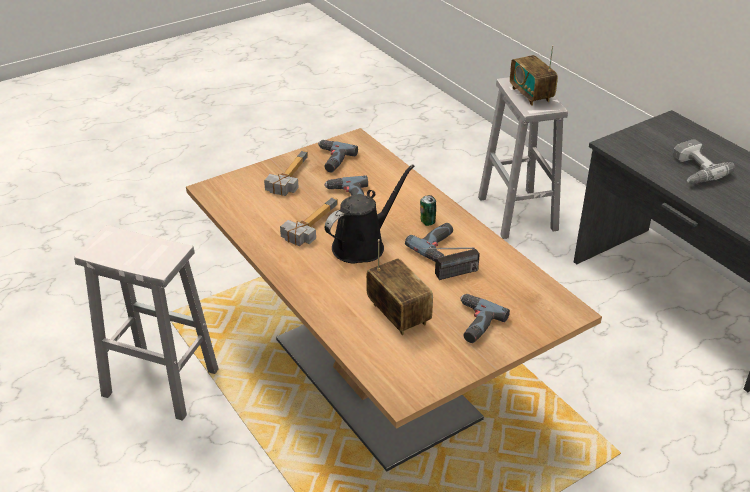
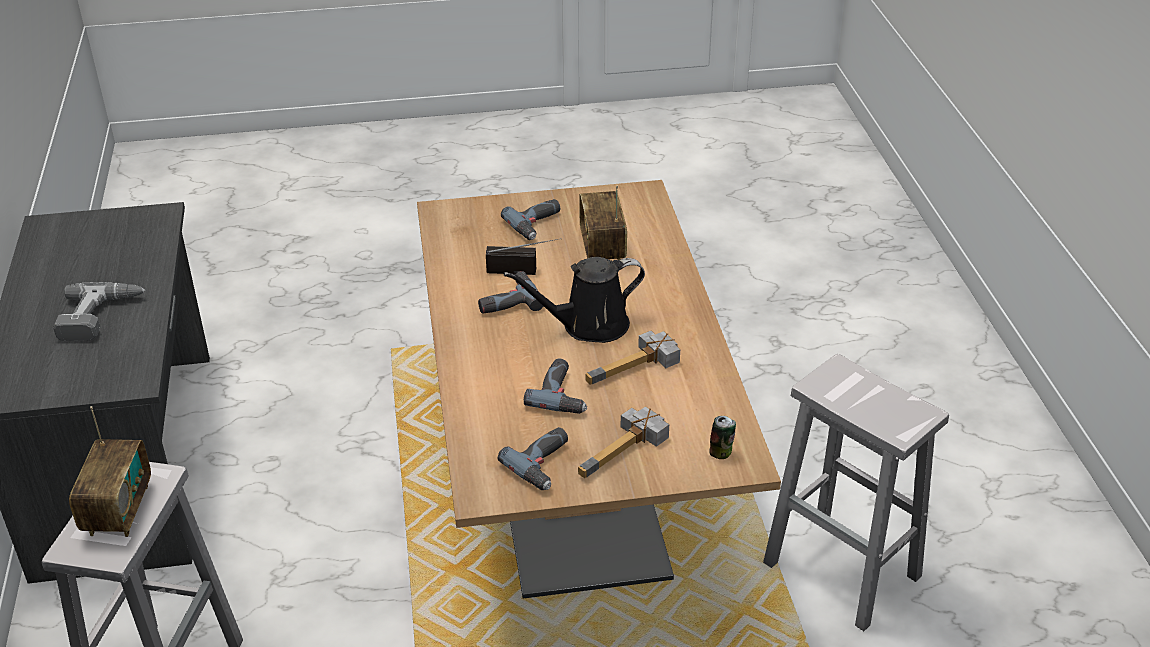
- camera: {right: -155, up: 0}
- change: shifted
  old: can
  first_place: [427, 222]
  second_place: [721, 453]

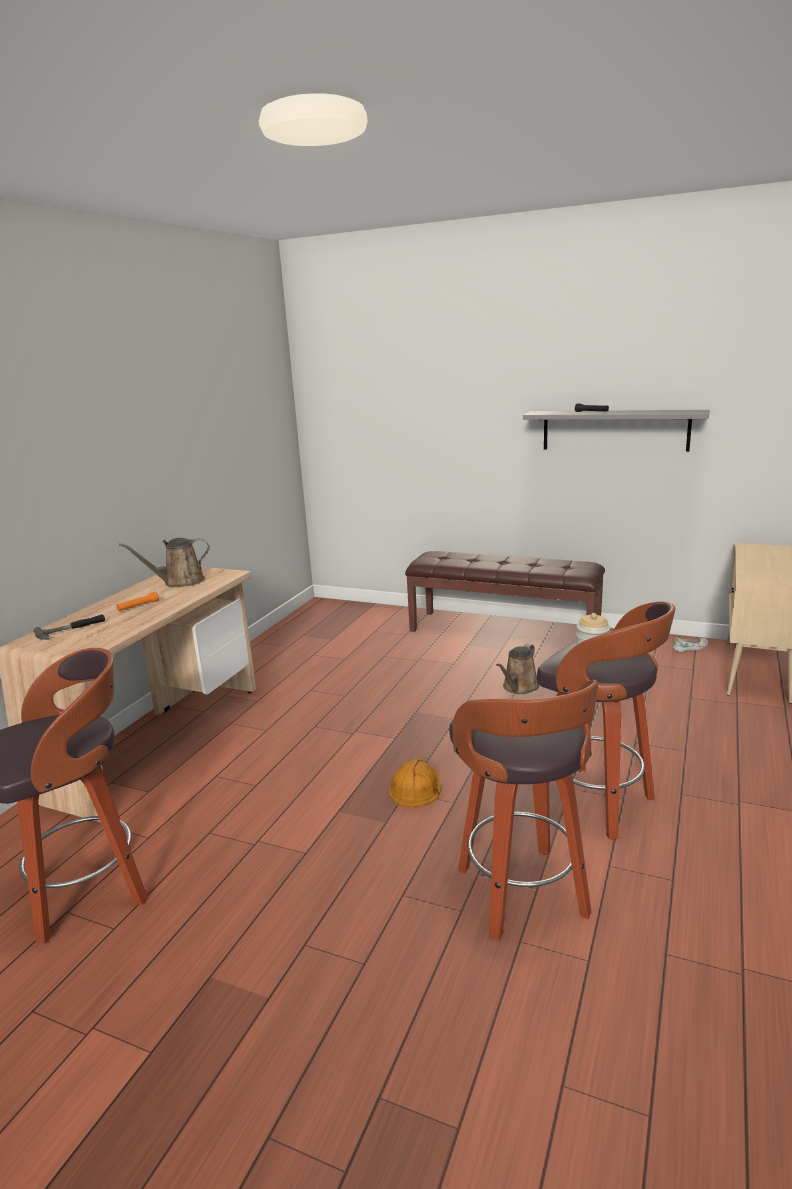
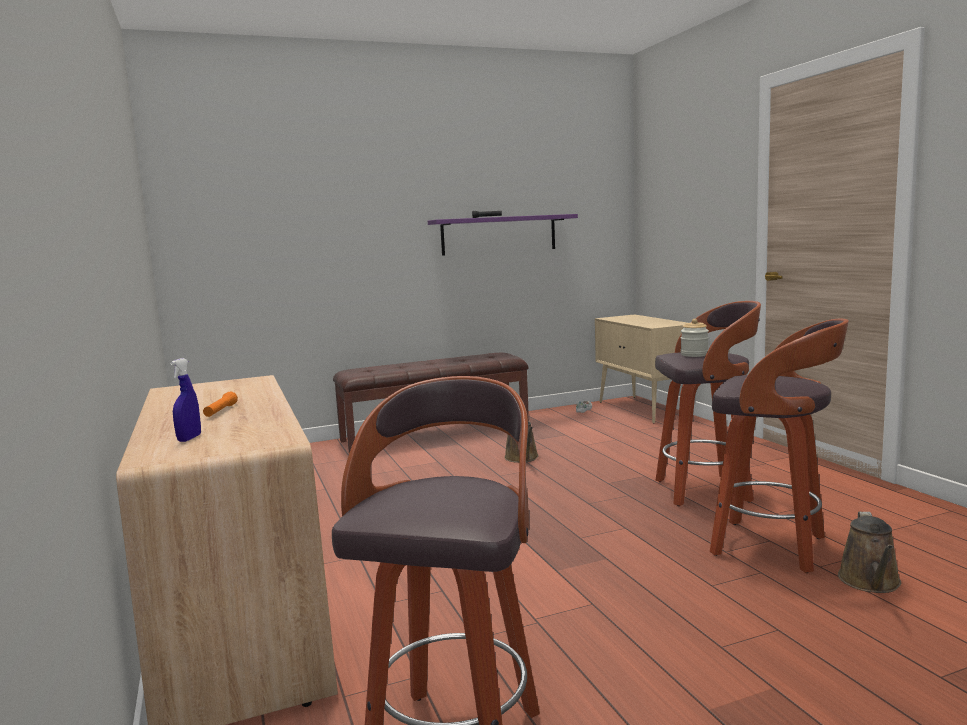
- camera: {right: -45, up: -10}
- change: swapped
  old: hammer
  new: spray bottle in blue
  first_place: [71, 630]
  second_place: [189, 438]
- change: repainted
  old: shelf in grey
  new: shelf in purple
  first_place: [614, 430]
  second_place: [499, 235]
- change: shifted
  old: watering can in brown
  first_place: [180, 582]
  second_place: [870, 582]
- change: gone
  old: hard hat in orange
  first_place: [416, 787]

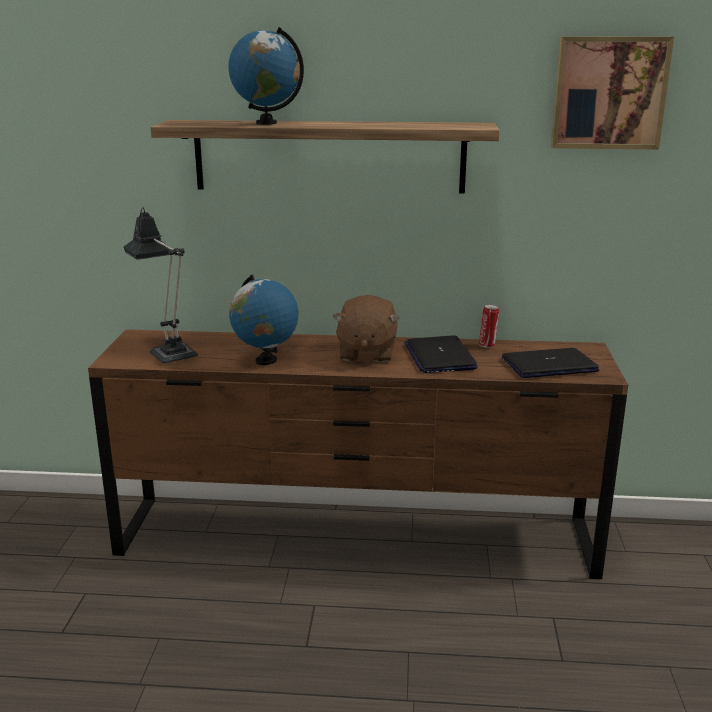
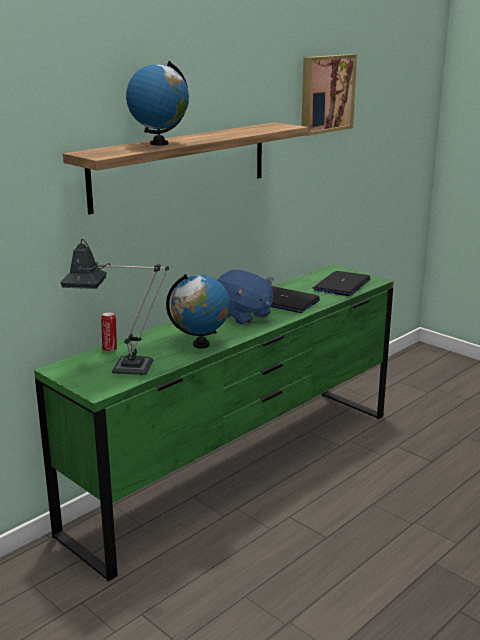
- camera: {right: -50, up: 0}
- change: repainted
  old: dresser in brown
  new: dresser in green
  first_place: [356, 537]
  second_place: [239, 469]
- change: shifted
  old: can
  first_place: [487, 345]
  second_place: [110, 349]
- change: repainted
  old: plush toy in brown
  new: plush toy in blue
  first_place: [366, 353]
  second_place: [242, 315]

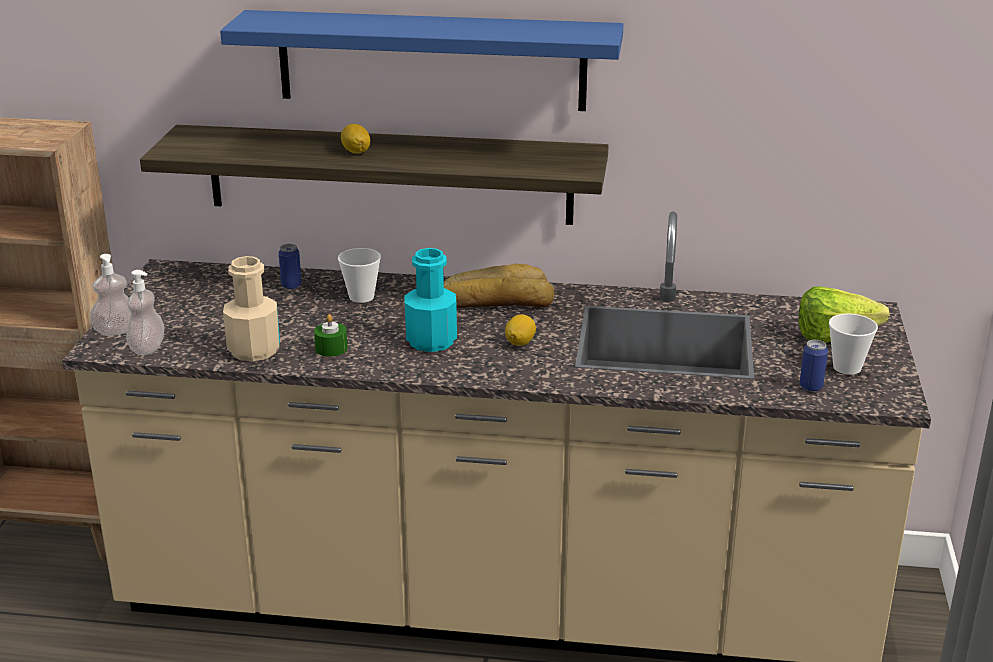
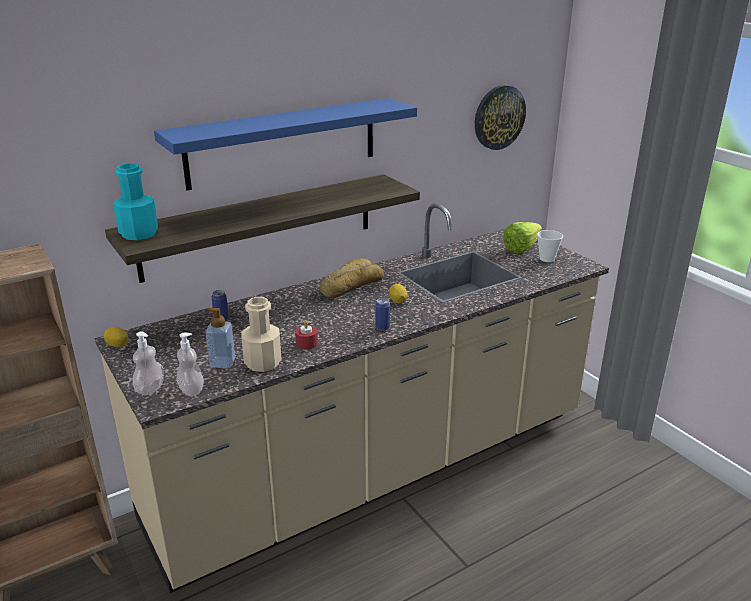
- camera: {right: -40, up: 0}
- change: shifted
  old: lemon
  first_place: [356, 152]
  second_place: [117, 345]
- change: shifted
  old: bottle in turquoise
  first_place: [431, 341]
  second_place: [139, 233]
- change: new
  new: soap dispenser
  second_place: [222, 362]
- change: repainted
  old: candle in green
  new: candle in red
  first_place: [331, 348]
  second_place: [306, 343]
- change: shifted
  old: can
  first_place: [811, 387]
  second_place: [382, 327]
- change: new
  new: wall clock
  second_place: [499, 117]
- change: gone
  old: cup
  first_place: [361, 297]

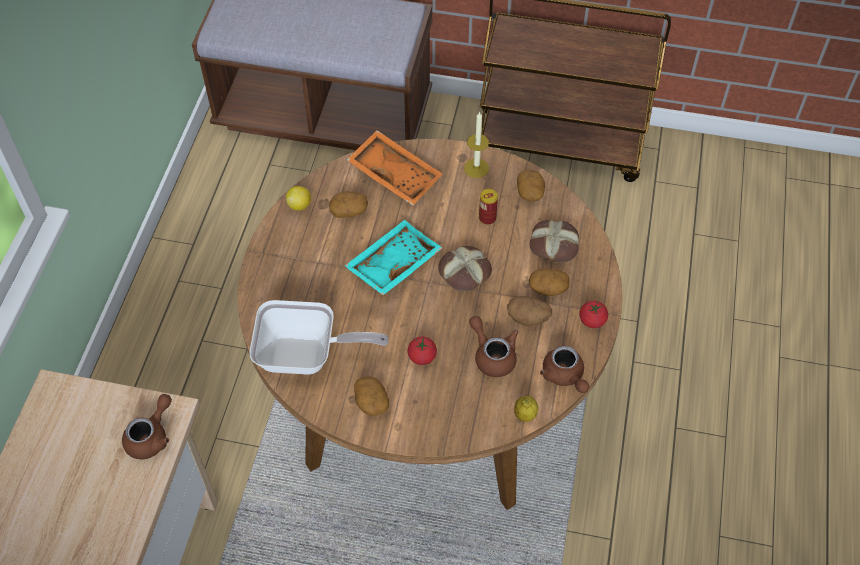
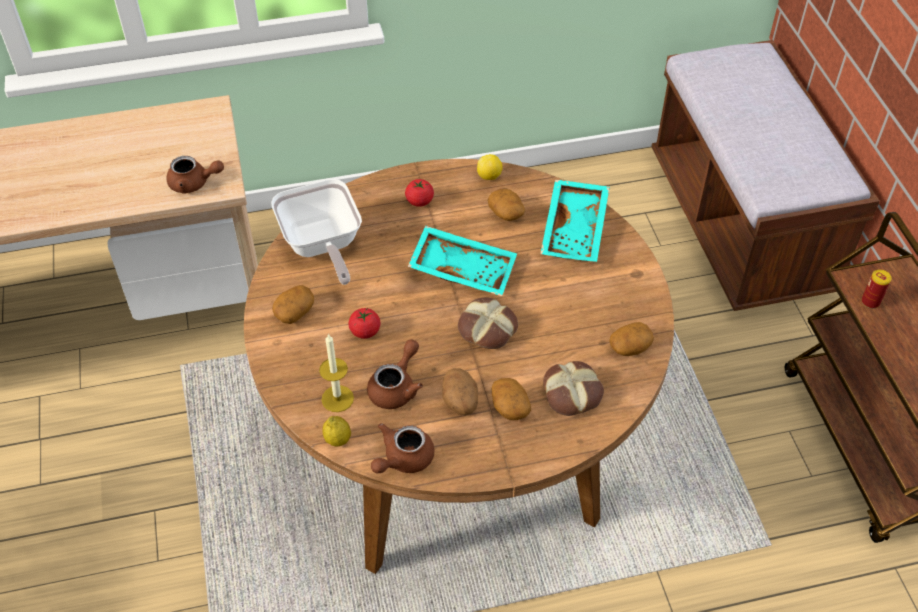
- camera: {right: 65, up: -5}
- change: shifted
  old: candle
  first_place: [476, 168]
  second_place: [337, 398]
- change: shifted
  old: tomato
  first_place: [592, 320]
  second_place: [419, 201]
- change: repainted
  old: tray in orange
  new: tray in turquoise
  first_place: [396, 174]
  second_place: [576, 230]
- change: shifted
  old: can
  first_place: [487, 218]
  second_place: [870, 302]

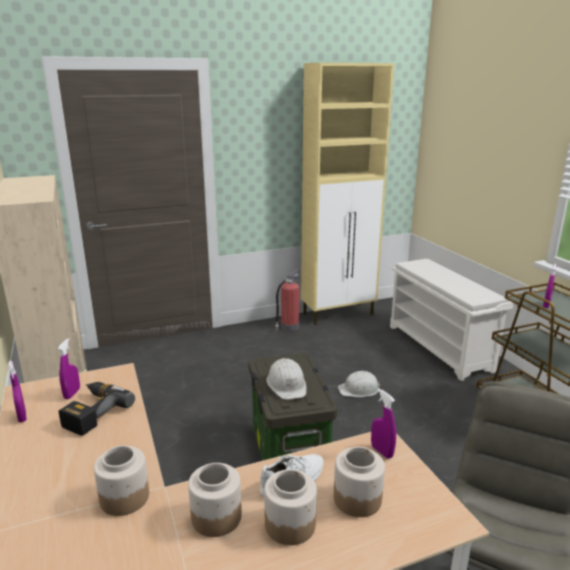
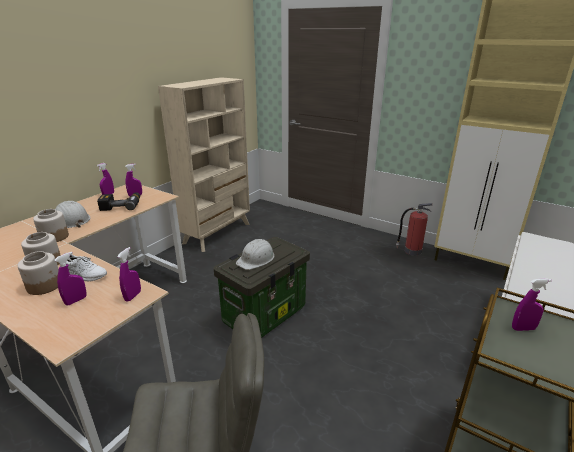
- camera: {right: 55, up: 5}
- change: shifted
  old: hard hat in white
  first_place: [359, 389]
  second_place: [71, 220]
- change: swapped
  old: jar
  new: spray bottle in purple
  first_place: [357, 498]
  second_place: [76, 300]

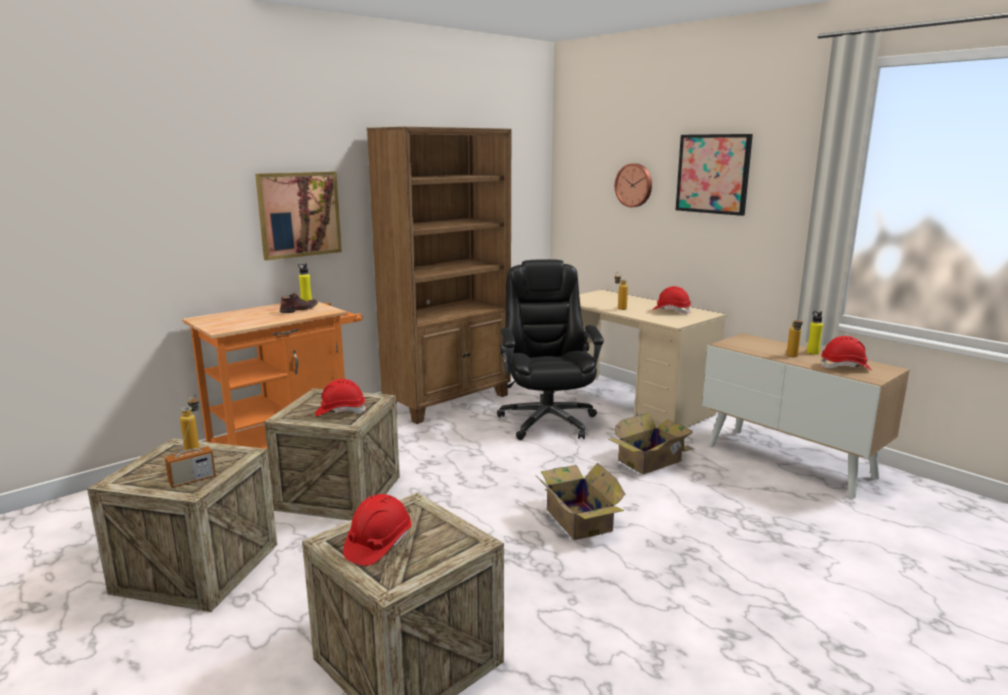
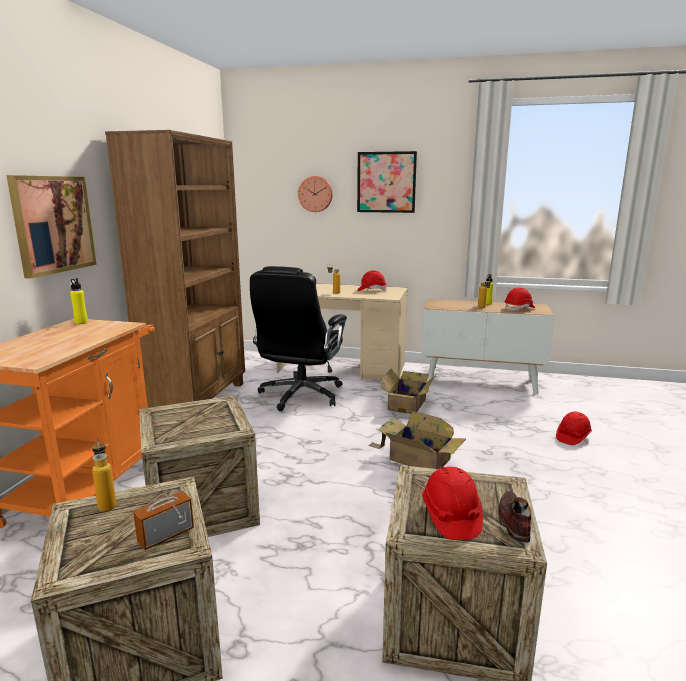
- camera: {right: -35, up: 0}
- change: rotated
  old: radio
  first_place: [192, 480]
  second_place: [166, 535]
  degrees: -150
- change: rotated
  old: office chair in black
  first_place: [547, 420]
  second_place: [300, 395]
  degrees: -120
- change: shifted
  old: shoe in brown
  first_place: [299, 310]
  second_place: [513, 521]
- change: shifted
  old: hard hat in red
  first_place: [340, 411]
  second_place: [572, 437]

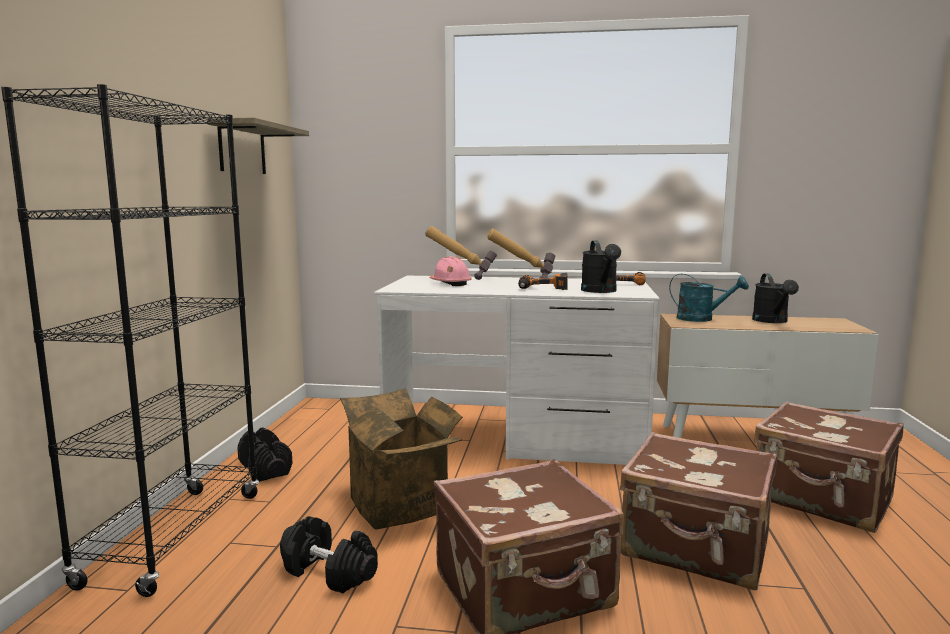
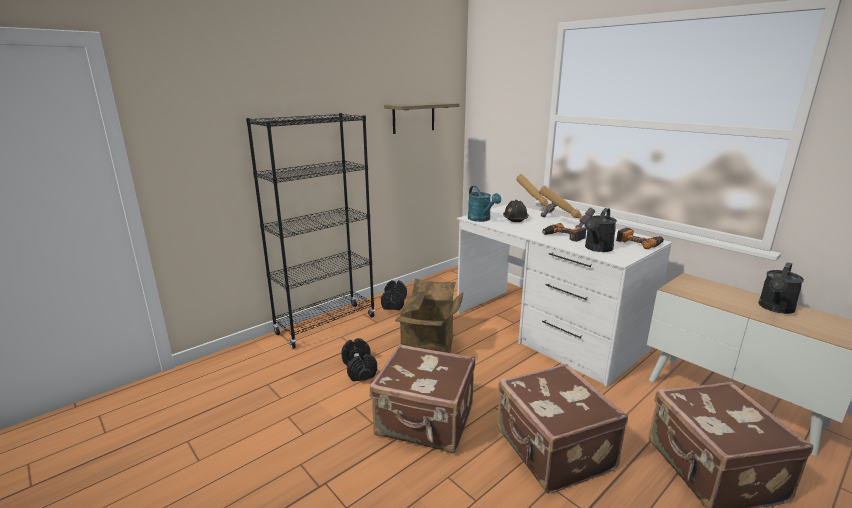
- camera: {right: 40, up: 10}
- change: shifted
  old: watering can in turquoise
  first_place: [701, 319]
  second_place: [481, 219]
- change: repainted
  old: hard hat in pink
  new: hard hat in black
  first_place: [450, 284]
  second_place: [515, 218]

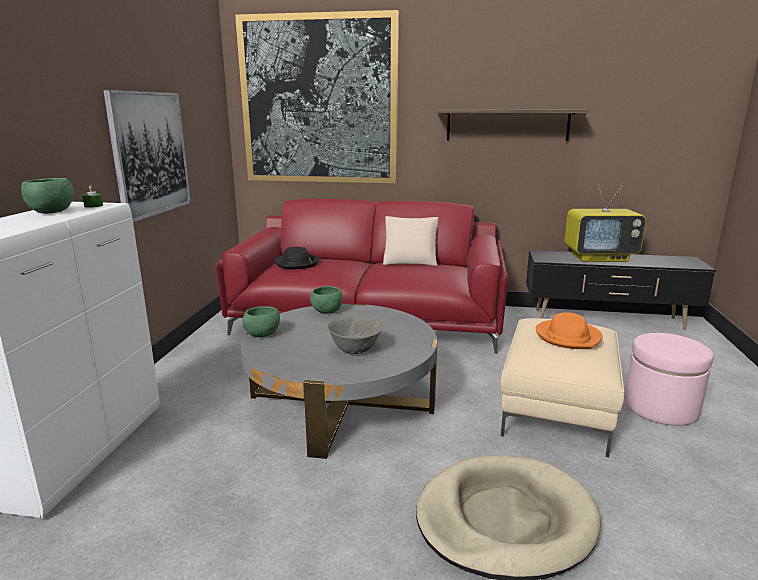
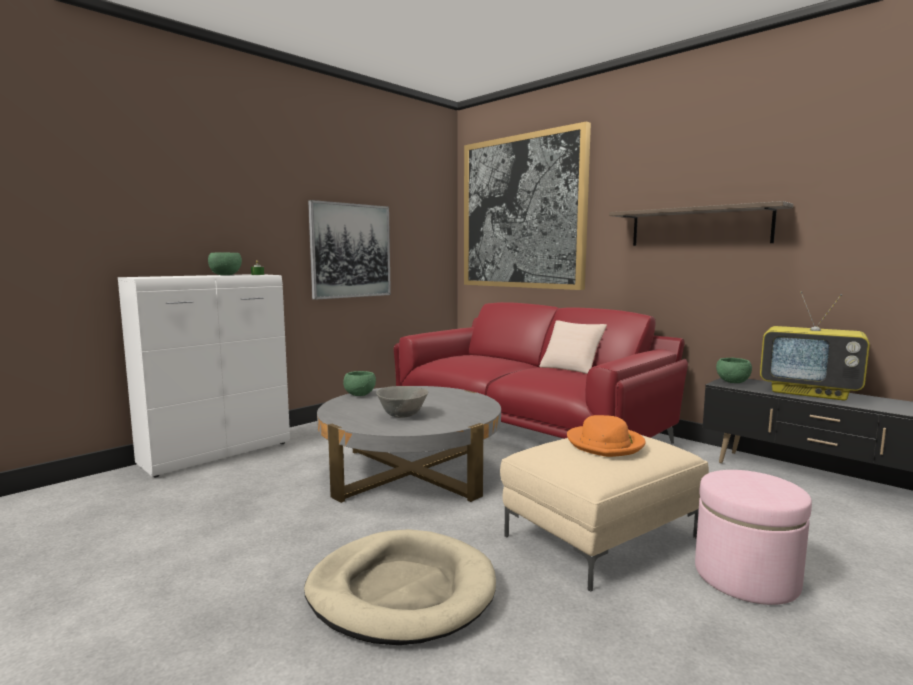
- camera: {right: 35, up: -10}
- change: shifted
  old: bowl in green
  first_place: [327, 311]
  second_place: [733, 382]
- change: gone
  old: hat in black
  first_place: [297, 263]

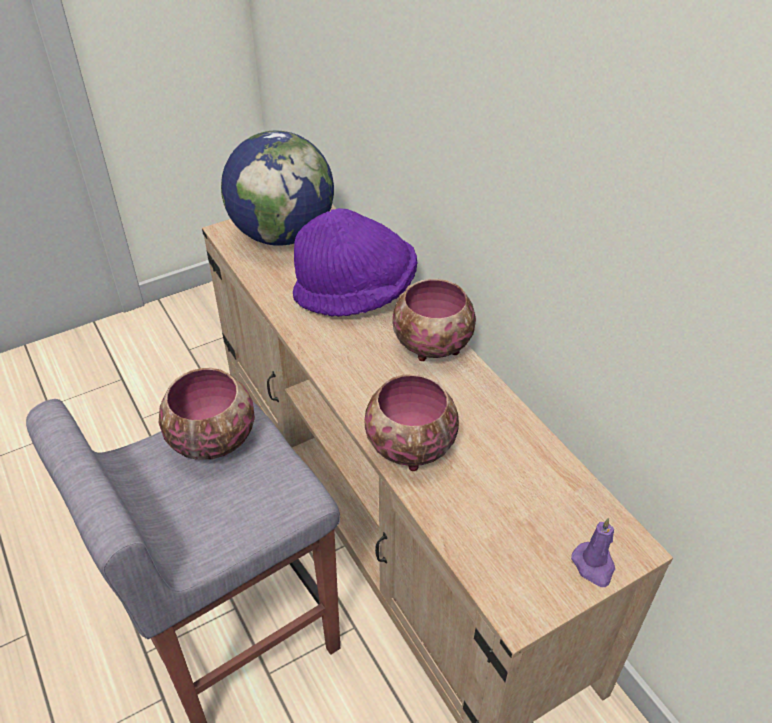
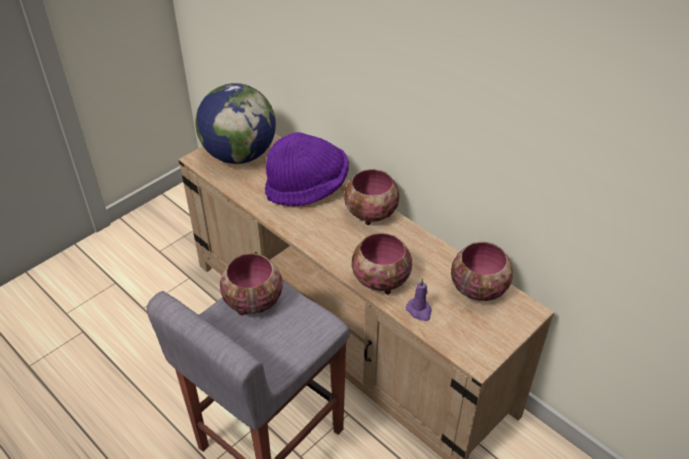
- camera: {right: -15, up: 0}
- change: shifted
  old: candle in purple
  first_place: [594, 566]
  second_place: [419, 311]
- change: new
  new: bowl
  second_place: [477, 288]

